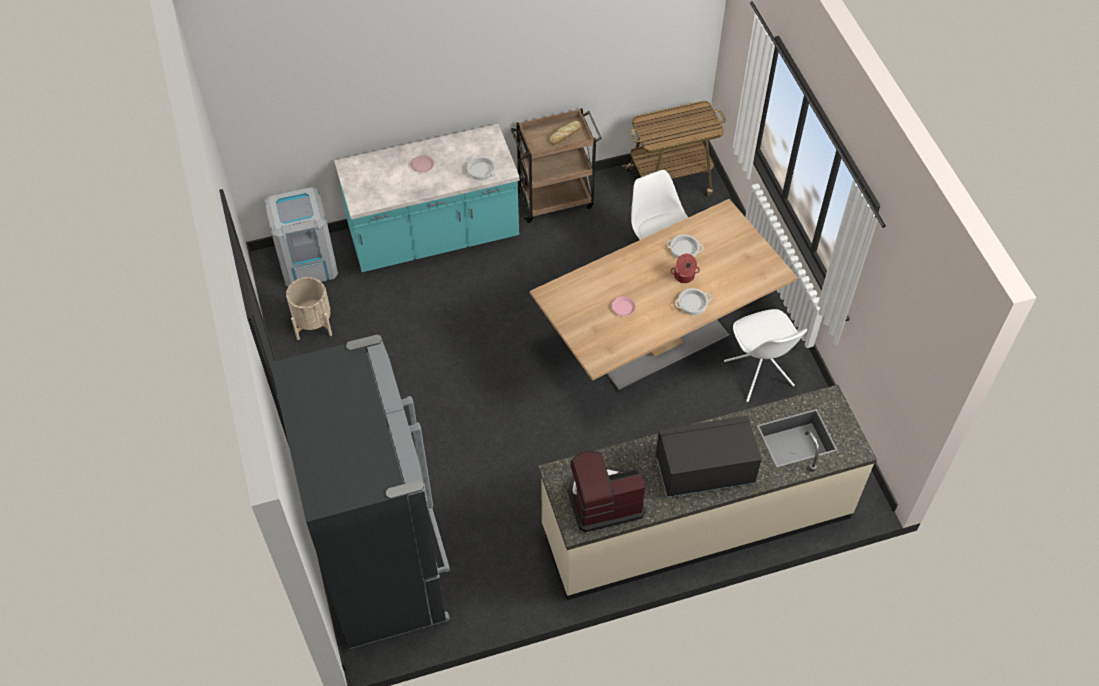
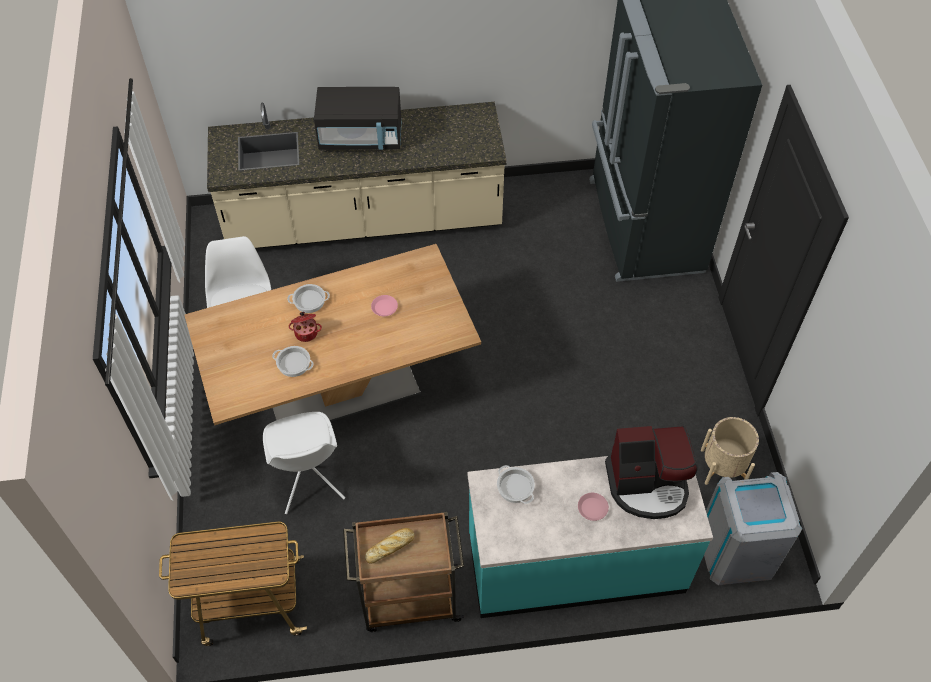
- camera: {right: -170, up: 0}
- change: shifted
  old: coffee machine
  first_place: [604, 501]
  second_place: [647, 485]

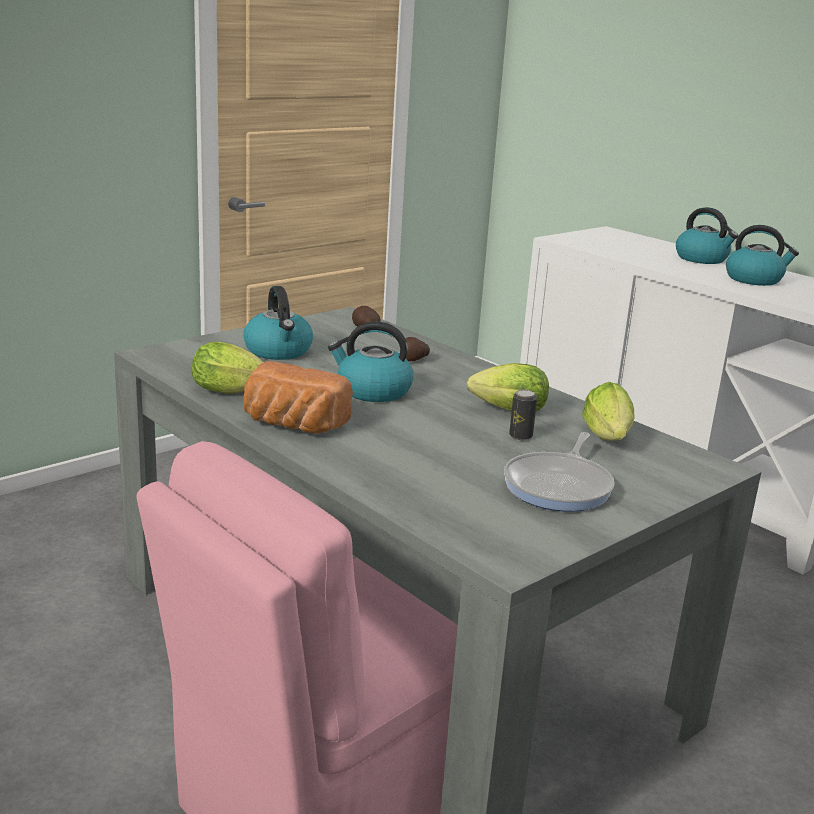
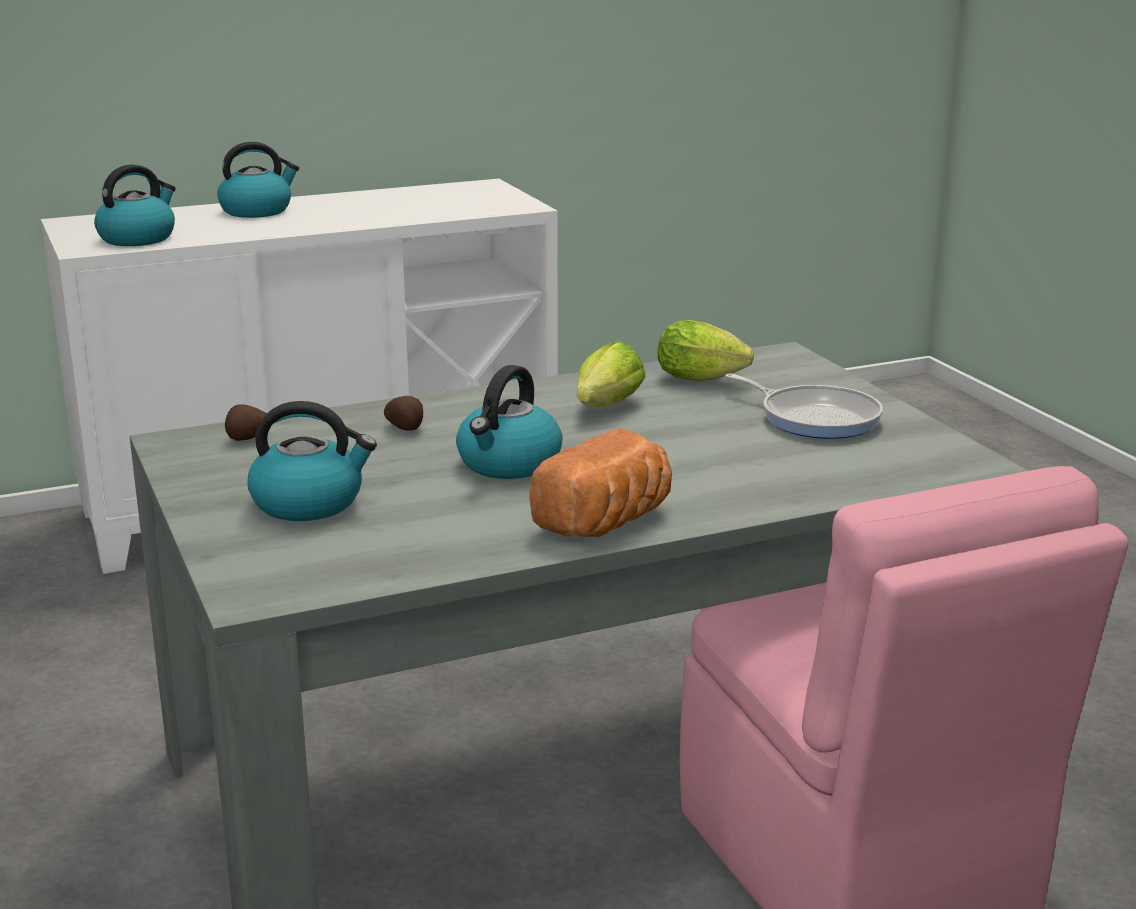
- camera: {right: -70, up: 0}
- change: shifted
  old: kettle
  first_place: [754, 279]
  second_place: [138, 238]
- change: gone
  old: lettuce
  first_place: [233, 392]
- change: gone
  old: can
  first_place: [520, 436]

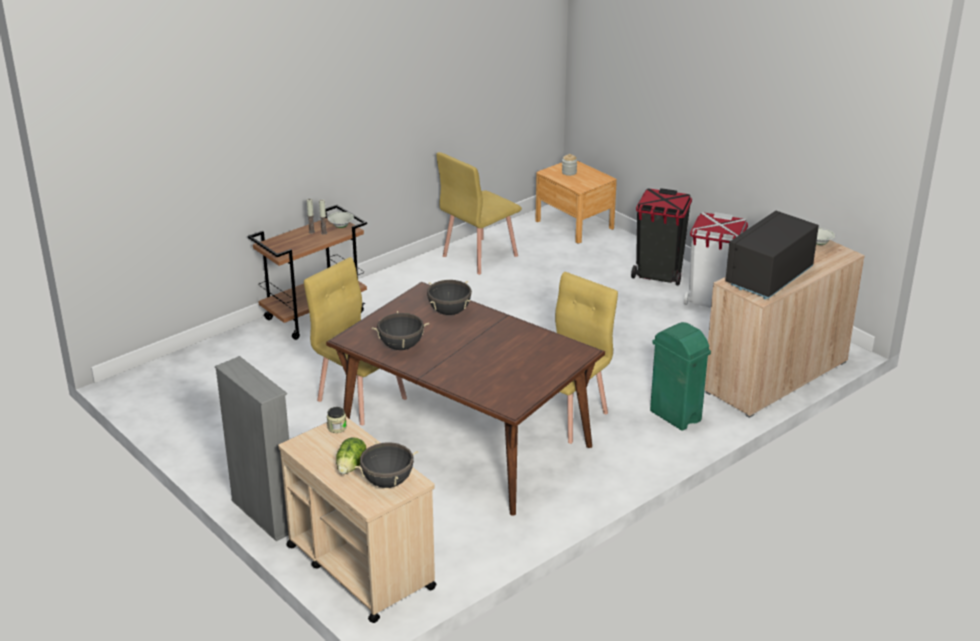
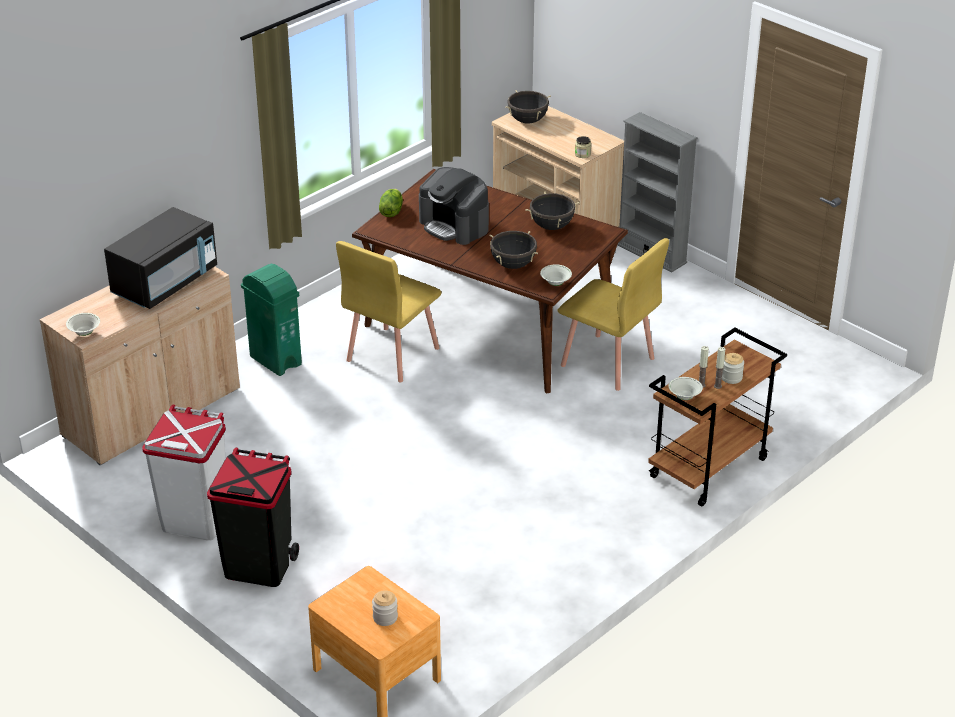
- camera: {right: 175, up: 5}
- change: shifted
  old: lettuce
  first_place: [351, 466]
  second_place: [391, 212]
- change: new
  new: coffee machine
  second_place: [454, 225]
- change: new
  new: bowl in white
  second_place: [555, 283]
- change: new
  new: jar
  second_place: [731, 377]
- change: gone
  old: chair in yellow
  first_place: [479, 256]

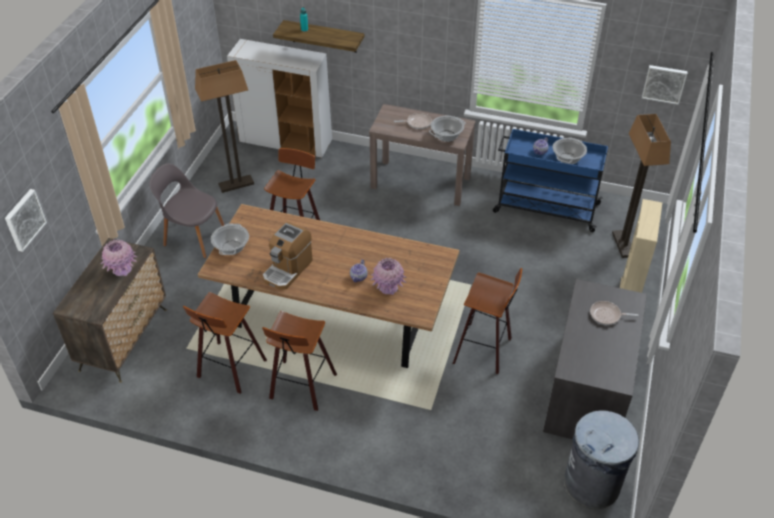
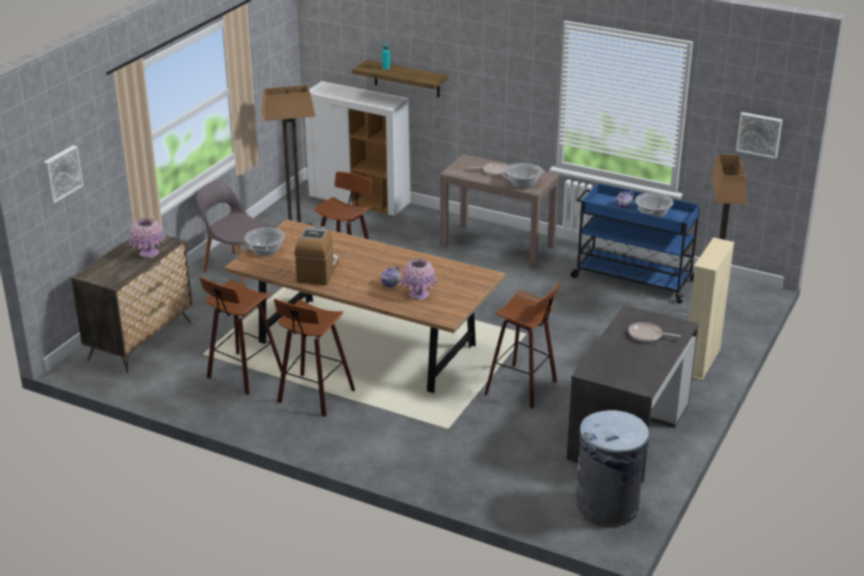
- camera: {right: 10, up: -15}
- change: rotated
  old: coffee machine
  first_place: [287, 269]
  second_place: [318, 271]
  degrees: 150

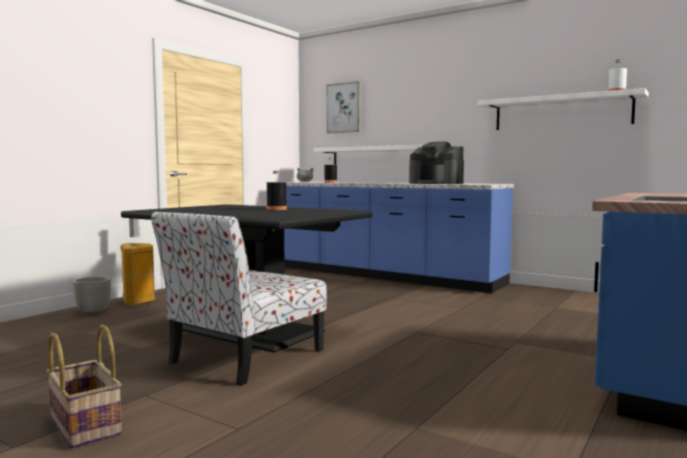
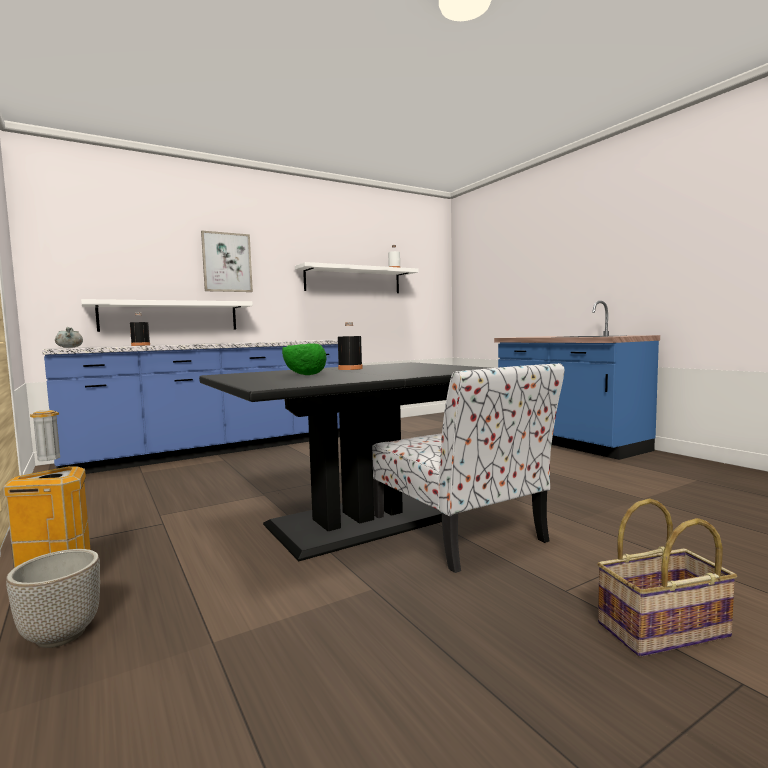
- camera: {right: -65, up: 0}
- change: shifted
  old: picture
  first_place: [344, 108]
  second_place: [227, 262]
- change: new
  new: bowl in green
  second_place: [305, 375]
- change: gone
  old: coffee machine
  first_place: [436, 183]

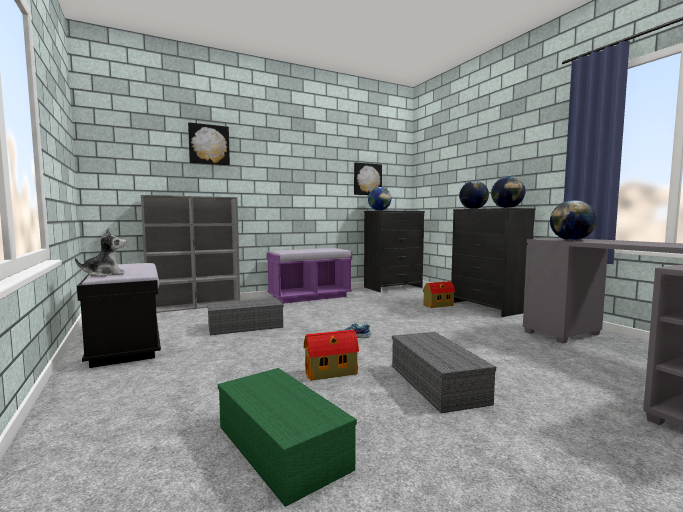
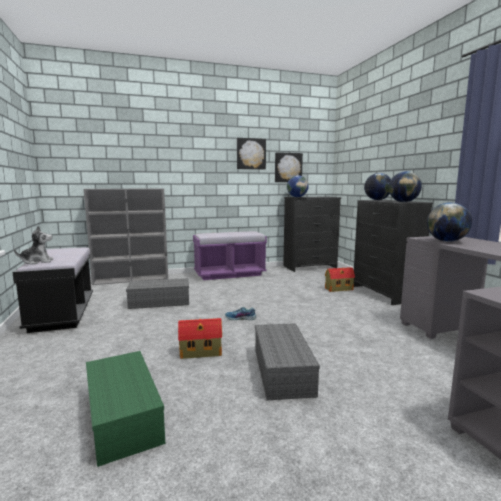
- camera: {right: 10, up: 5}
- change: shifted
  old: picture
  first_place: [209, 144]
  second_place: [251, 154]

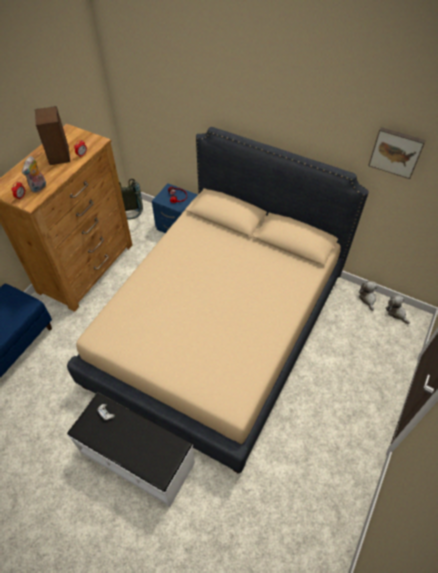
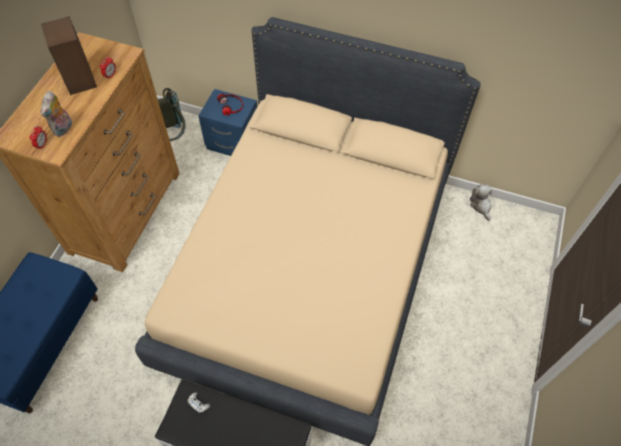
- camera: {right: -10, up: 5}
- change: gone
  old: picture
  first_place: [396, 152]
- change: gone
  old: plush toy
  first_place: [396, 312]

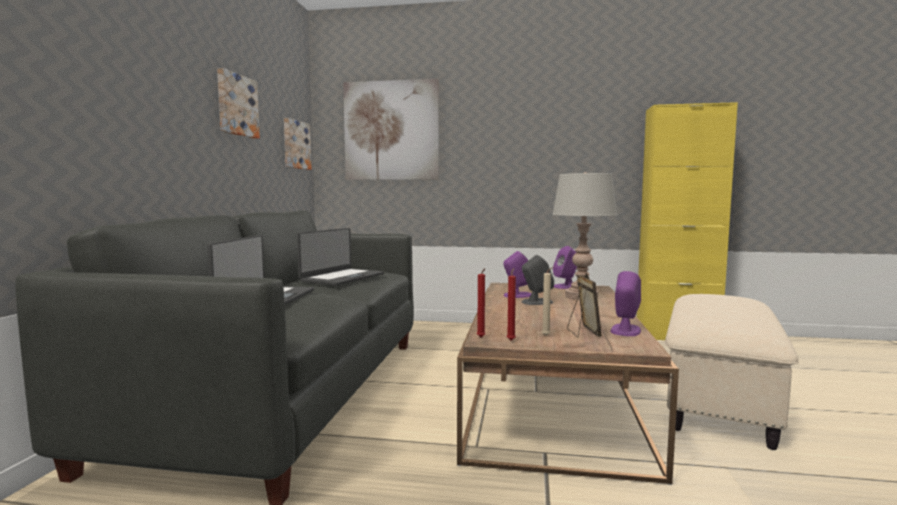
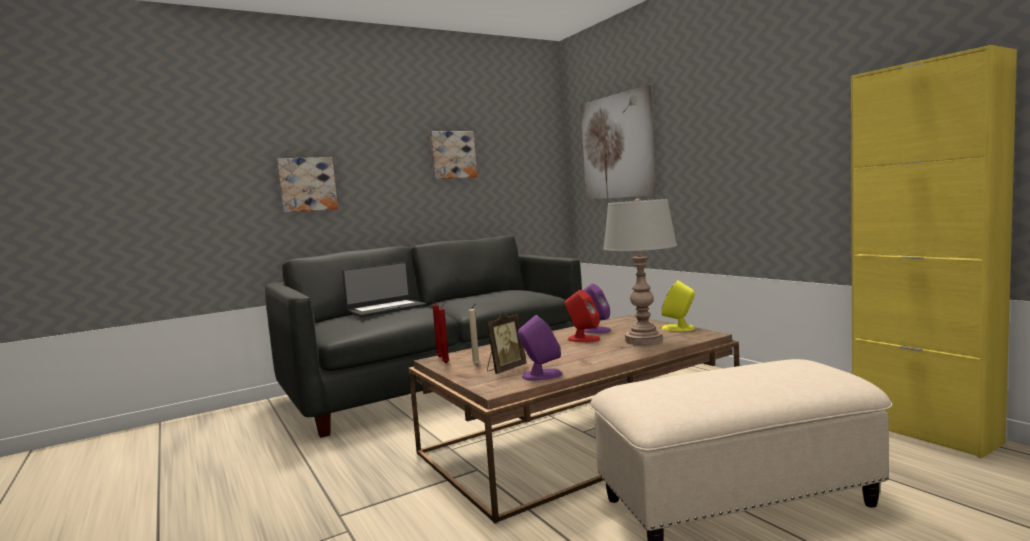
- camera: {right: 50, up: 0}
- change: shifted
  old: picture
  first_place: [295, 145]
  second_place: [307, 184]
- change: repainted
  old: speaker in grey
  new: speaker in red
  first_place: [536, 302]
  second_place: [583, 339]
- change: repainted
  old: speaker in purple
  new: speaker in yellow
  first_place: [566, 286]
  second_place: [678, 328]
- change: gone
  old: laptop
  first_place: [342, 277]

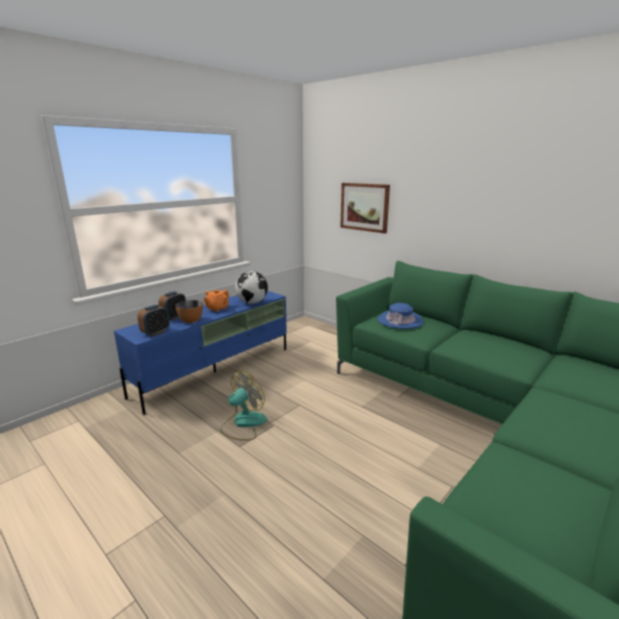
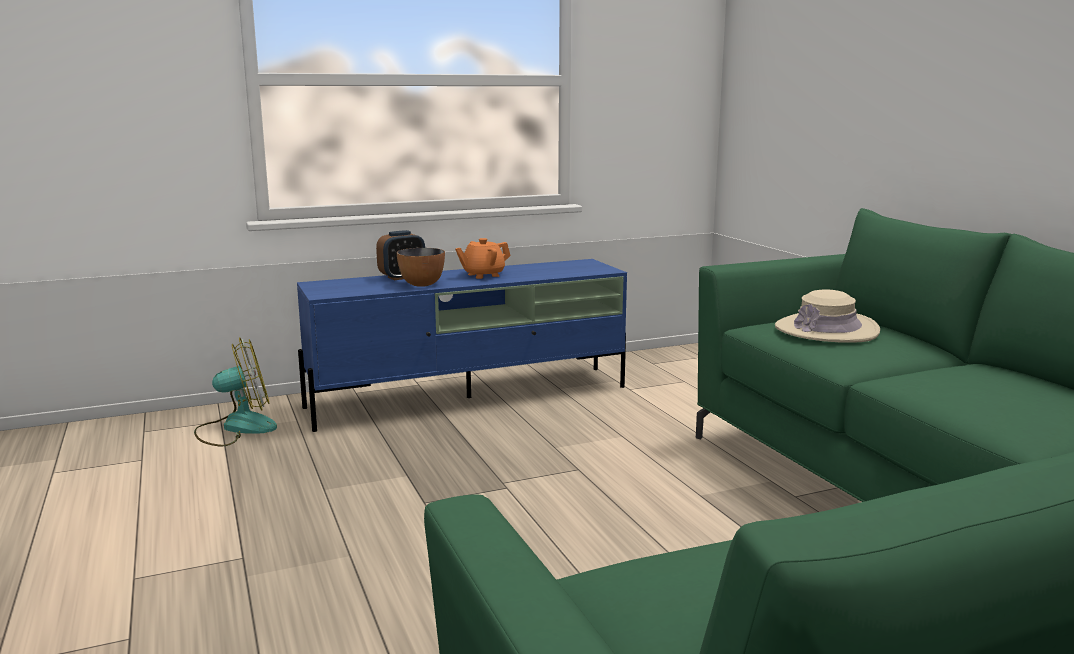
- camera: {right: 25, up: -5}
- change: shifted
  old: fan
  first_place: [243, 423]
  second_place: [236, 428]
- change: repainted
  old: hat in blue
  new: hat in beige
  first_place: [400, 321]
  second_place: [826, 330]
- change: gone
  old: alarm clock
  first_place: [156, 332]
- change: gone
  old: globe
  first_place: [252, 302]
- change: gone
  old: picture
  first_place: [364, 207]

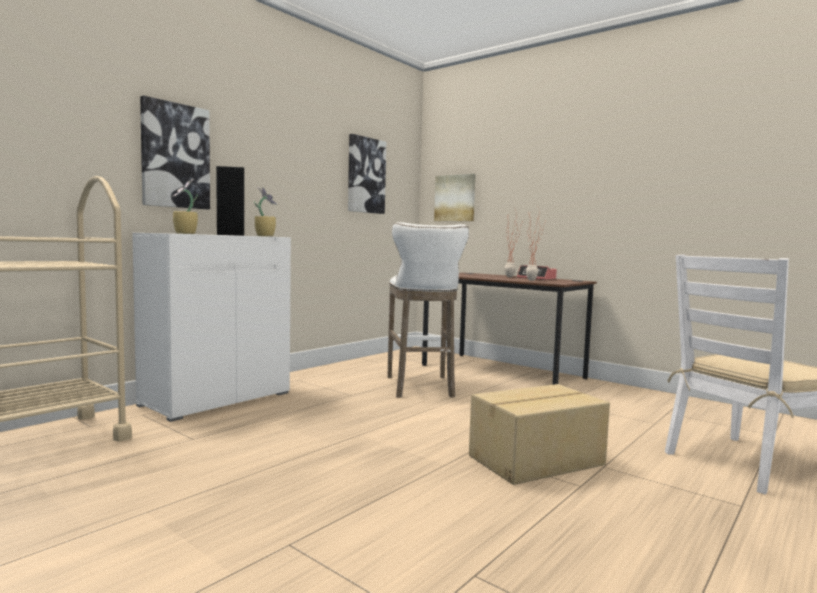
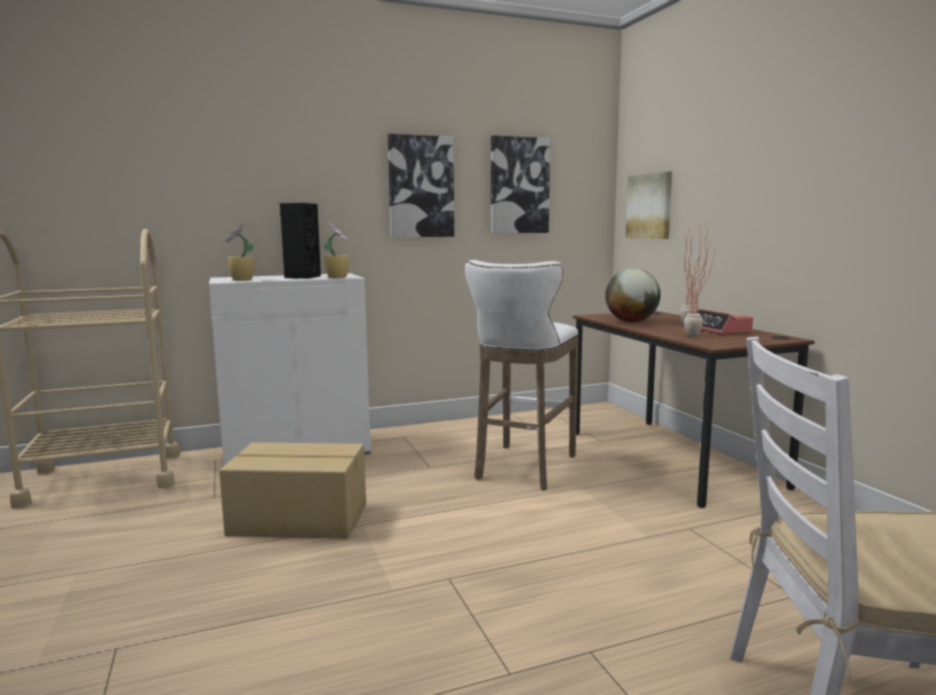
- camera: {right: 30, up: 5}
- change: shifted
  old: cardboard box
  first_place: [537, 461]
  second_place: [299, 520]
- change: shifted
  old: picture
  first_place: [175, 156]
  second_place: [420, 187]
- change: new
  new: globe
  second_place: [631, 321]

